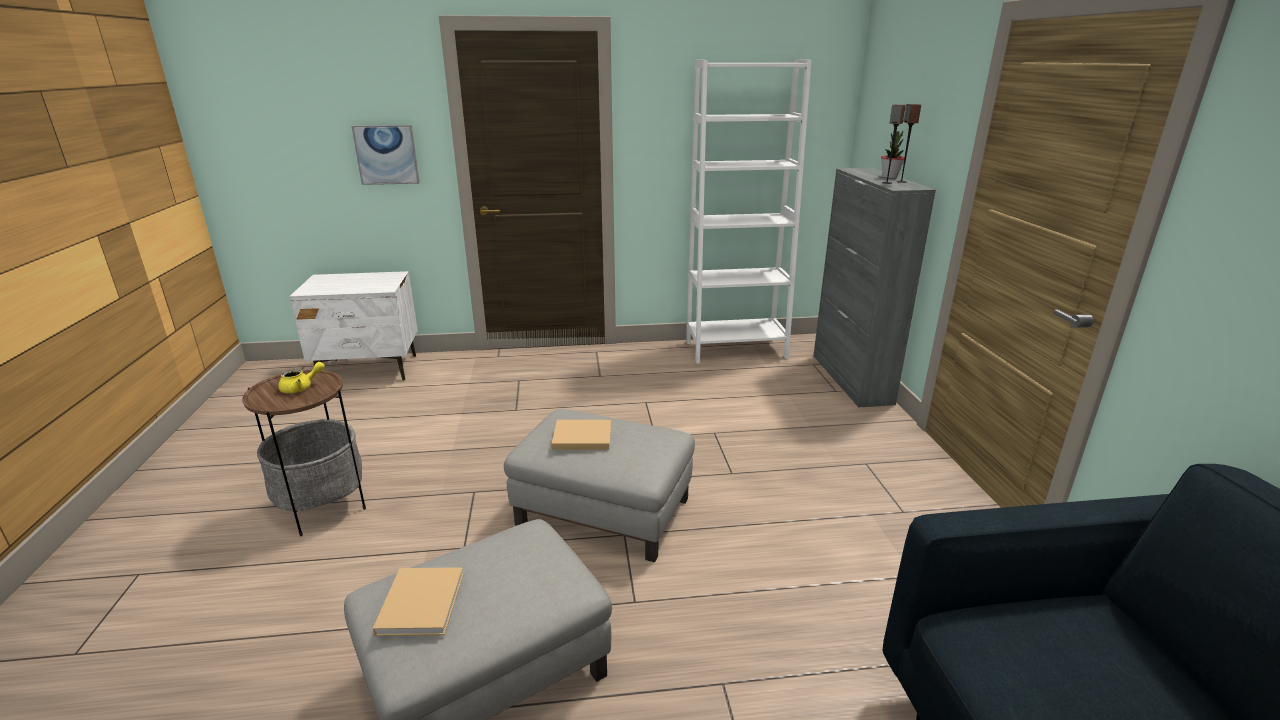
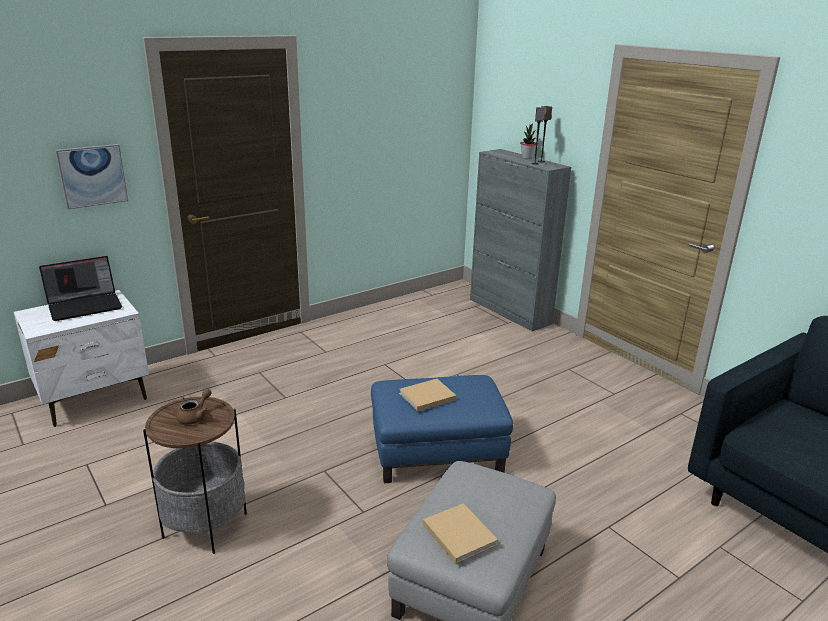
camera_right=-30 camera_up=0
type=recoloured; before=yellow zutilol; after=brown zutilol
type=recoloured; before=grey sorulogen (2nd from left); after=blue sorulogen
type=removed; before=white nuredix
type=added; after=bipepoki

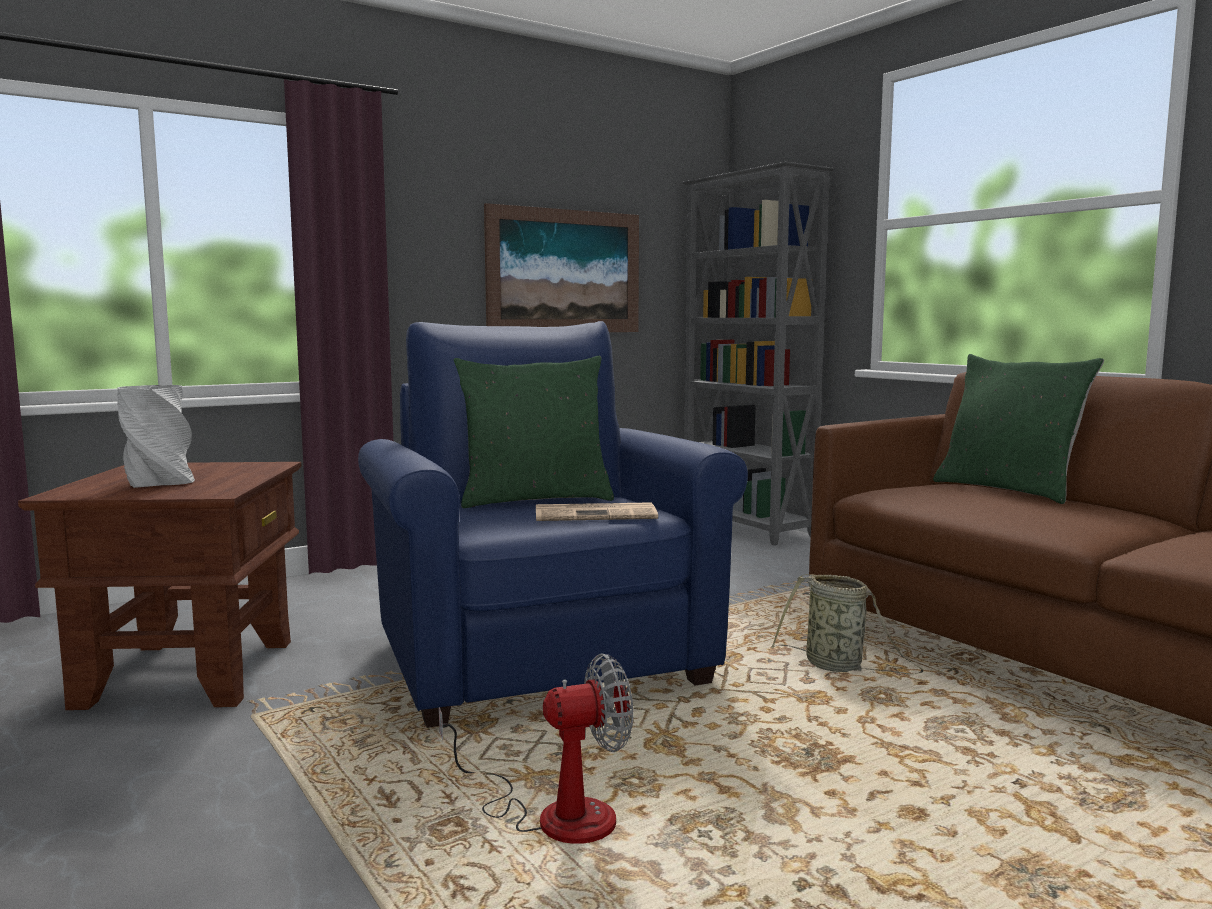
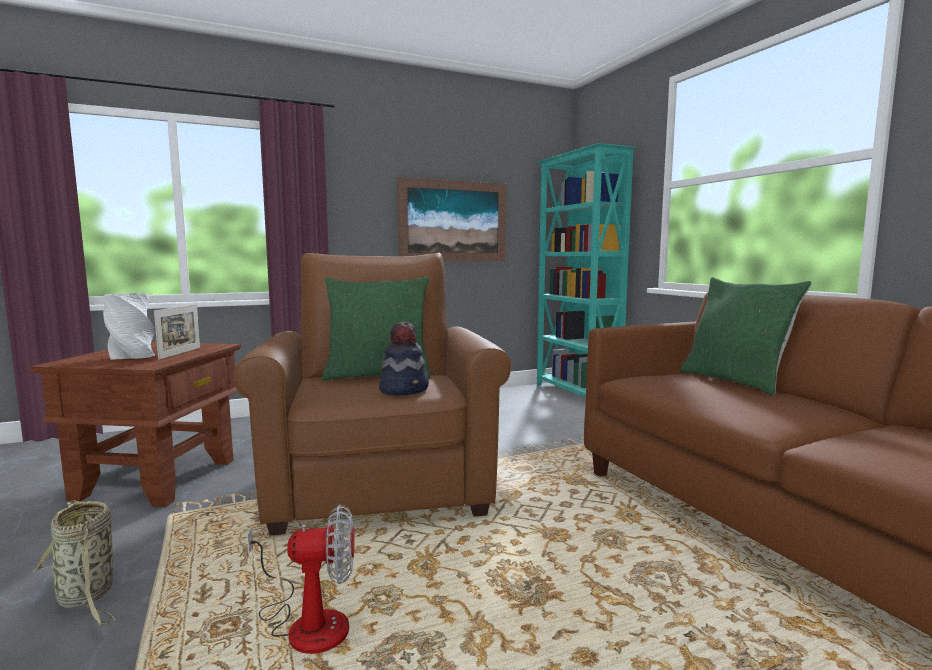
camera_right=10 camera_up=0
type=recoloured; before=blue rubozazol; after=brown rubozazol
type=replaced; before=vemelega; after=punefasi
type=recoloured; before=grey nuredix; after=turquoise nuredix
type=moved; before=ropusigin
type=added; after=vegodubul

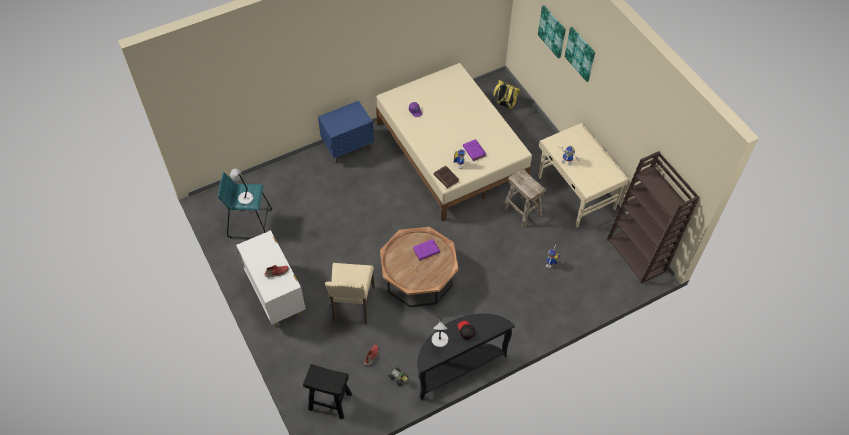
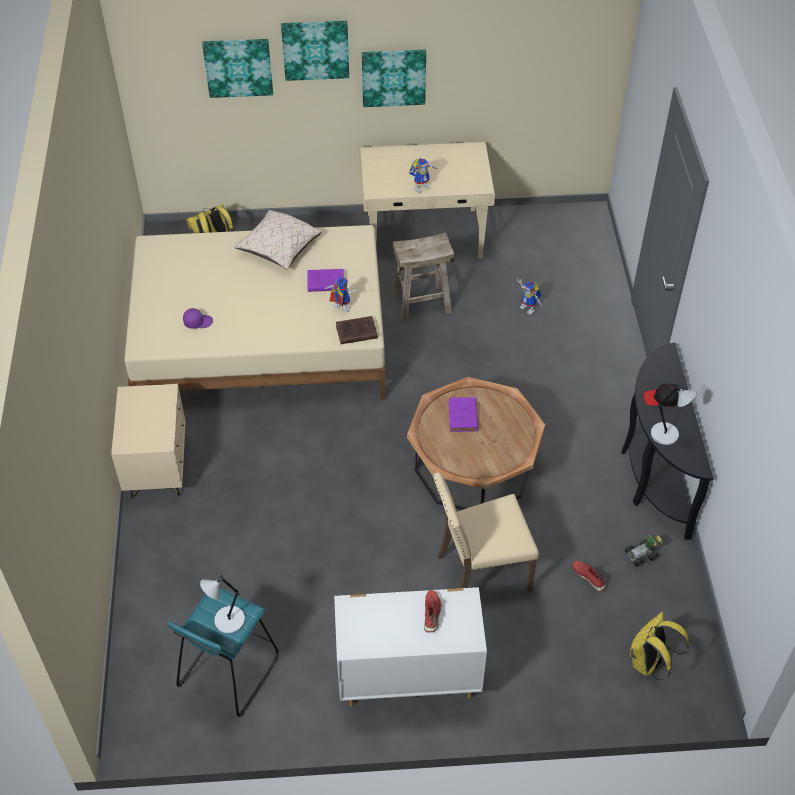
camera_right=-65 camera_up=-5
type=replaced; before=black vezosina; after=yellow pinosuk (2nd from left)
type=recoloured; before=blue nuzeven; after=beige nuzeven
type=turned; before=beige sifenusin; turn=135
type=removed; before=brown nuredix
type=added; after=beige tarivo
type=added; after=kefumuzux (3rd from left)

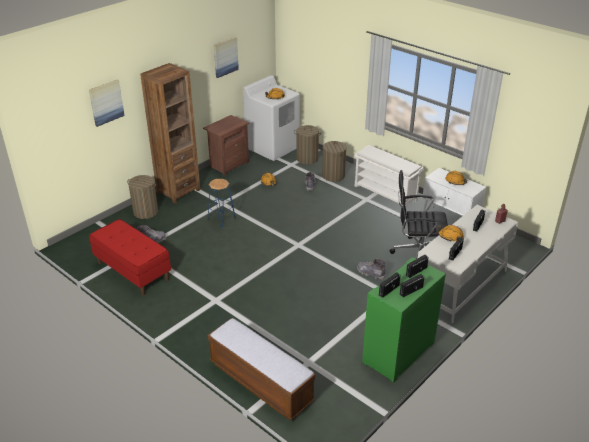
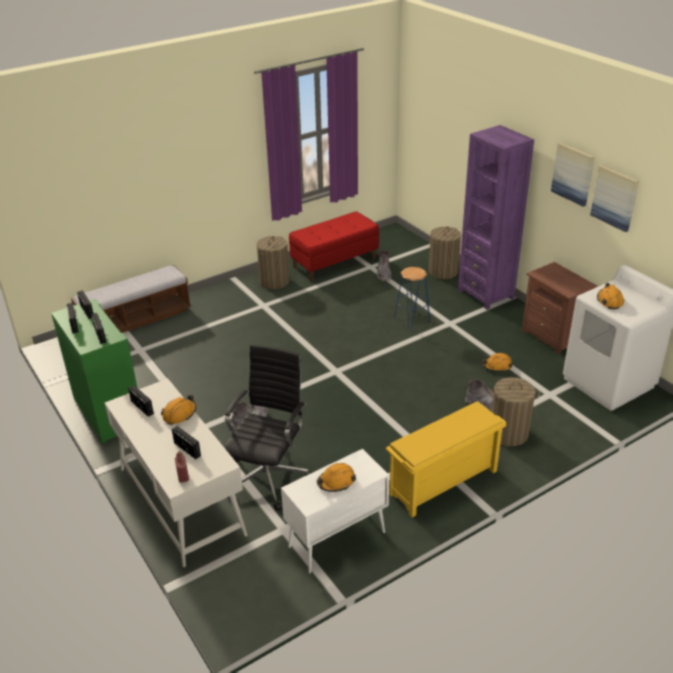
camera_right=105 camera_up=0
type=moved; before=kefumuzux (1st from left)
type=recoloured; before=brown nuredix; after=purple nuredix
type=moved; before=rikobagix (2nd from left in the first image); after=rikobagix (1st from left)
type=recoloured; before=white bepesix; after=yellow bepesix

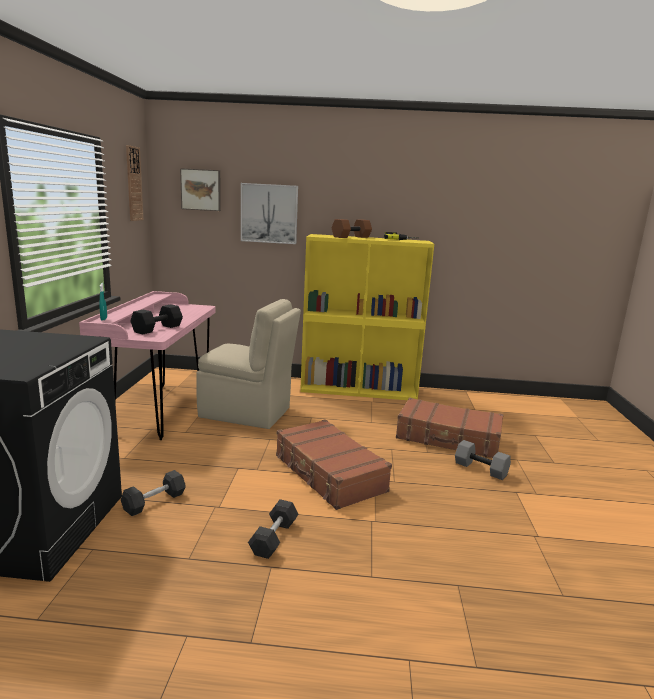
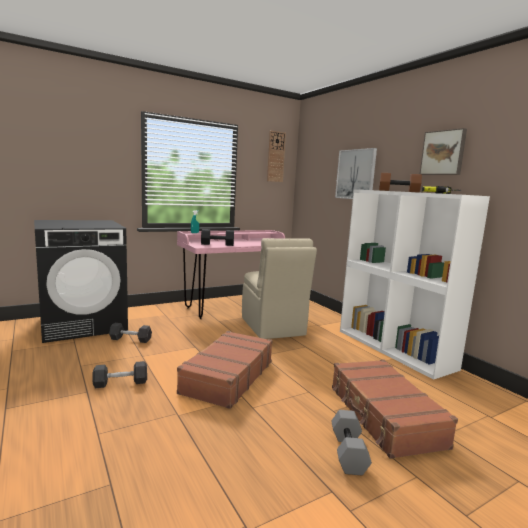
camera_right=55 camera_up=-5
type=moved; before=kefumuzux (1st from left in the first image); after=kefumuzux (2nd from left)
type=recoloured; before=yellow nuredix; after=white nuredix

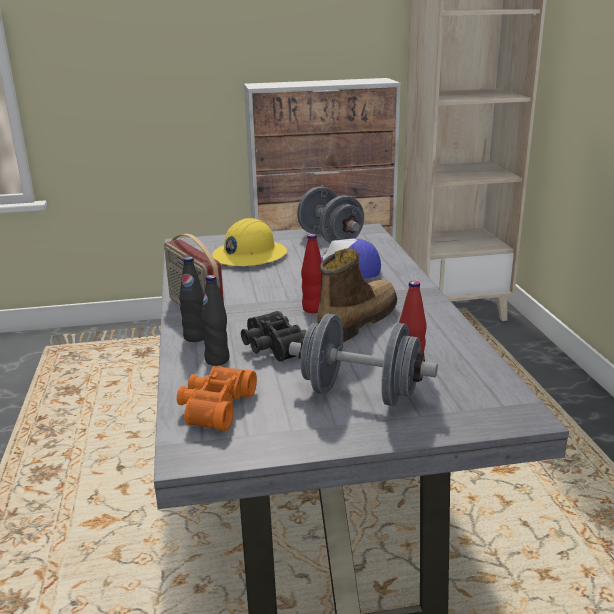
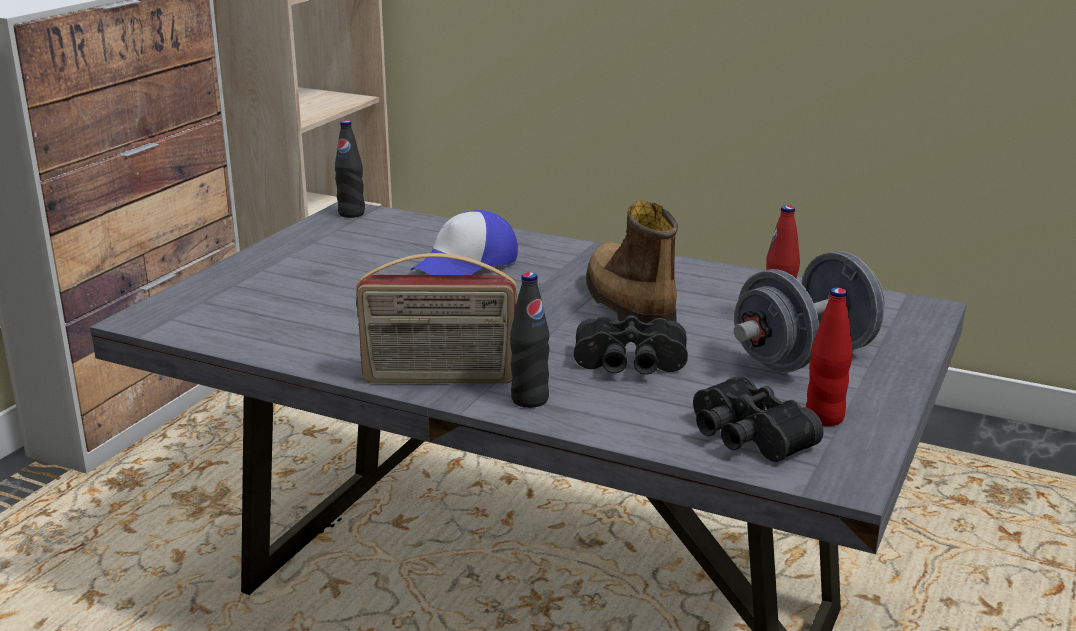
camera_right=-55 camera_up=0
type=recoloured; before=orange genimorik; after=black genimorik (2nd from left)
type=moved; before=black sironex (2nd from left in the first image); after=black sironex (1st from left)
type=removed; before=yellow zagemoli
type=removed; before=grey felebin (1st from left)
type=moved; before=red sironex (1st from left in the first image); after=red sironex (2nd from left)

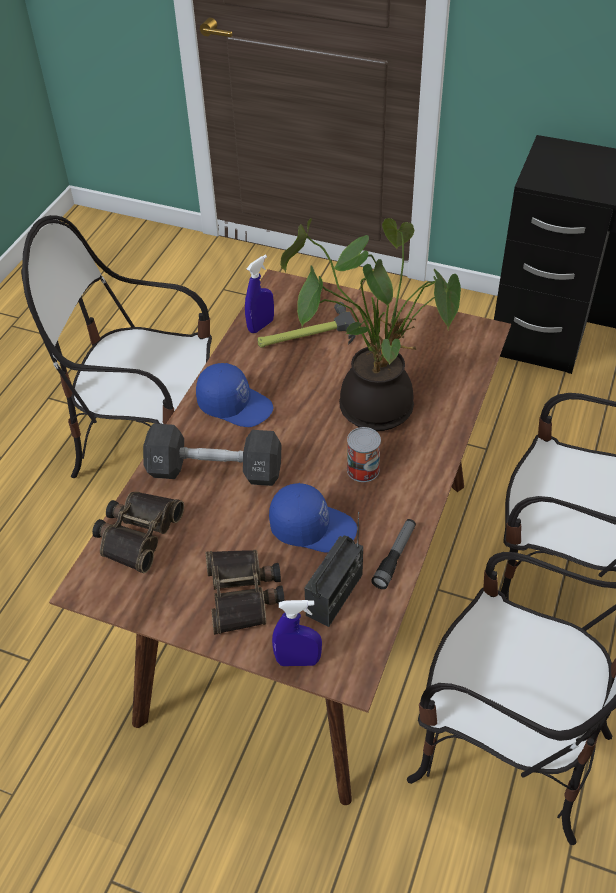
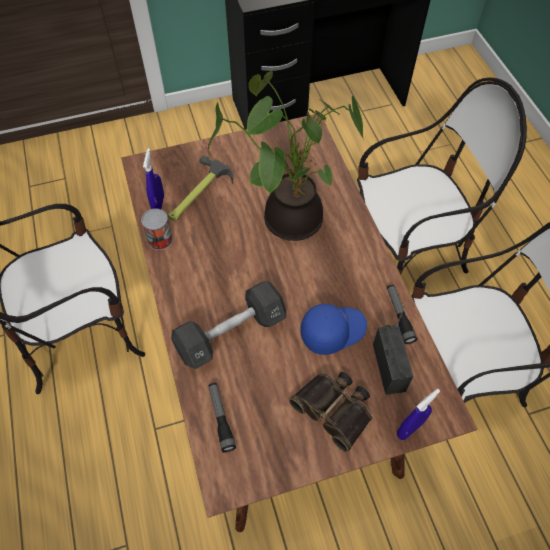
camera_right=-40 camera_up=10
type=replaced; before=genimorik (1st from left); after=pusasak (1st from left)
type=removed; before=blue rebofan (1st from left)
type=moved; before=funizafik

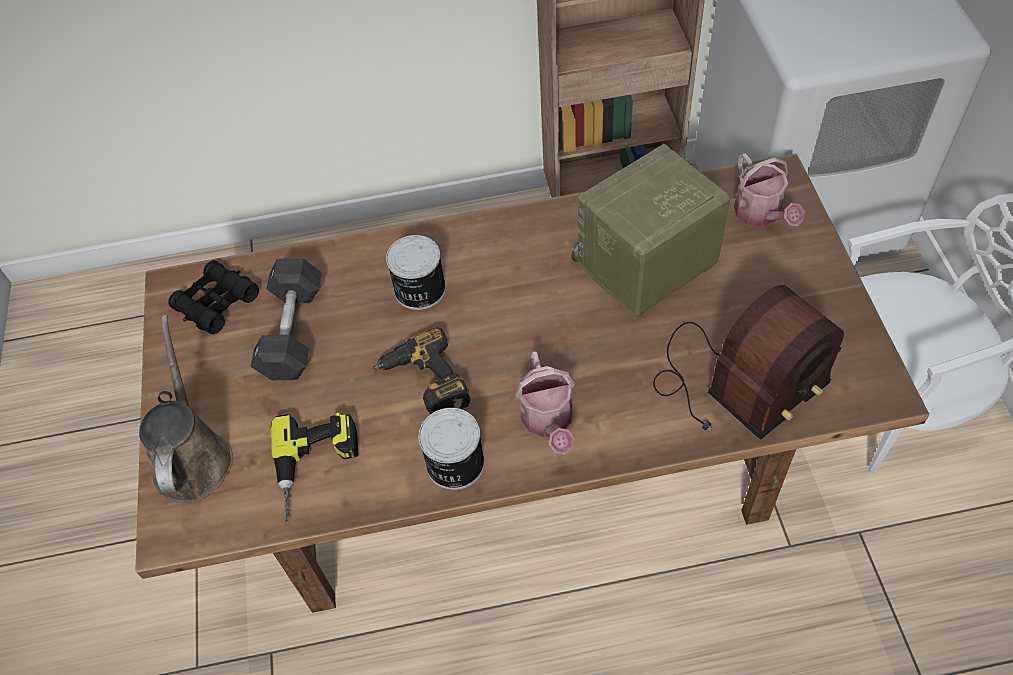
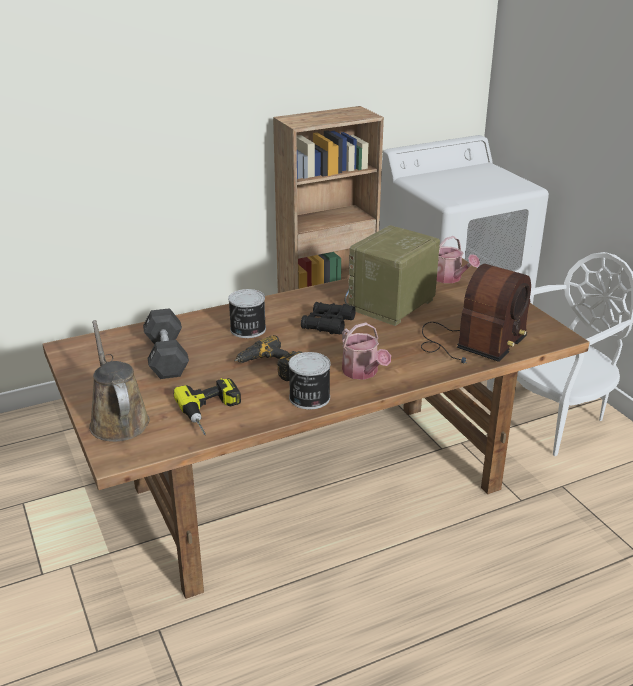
camera_right=-20 camera_up=-25
type=moved; before=black genimorik

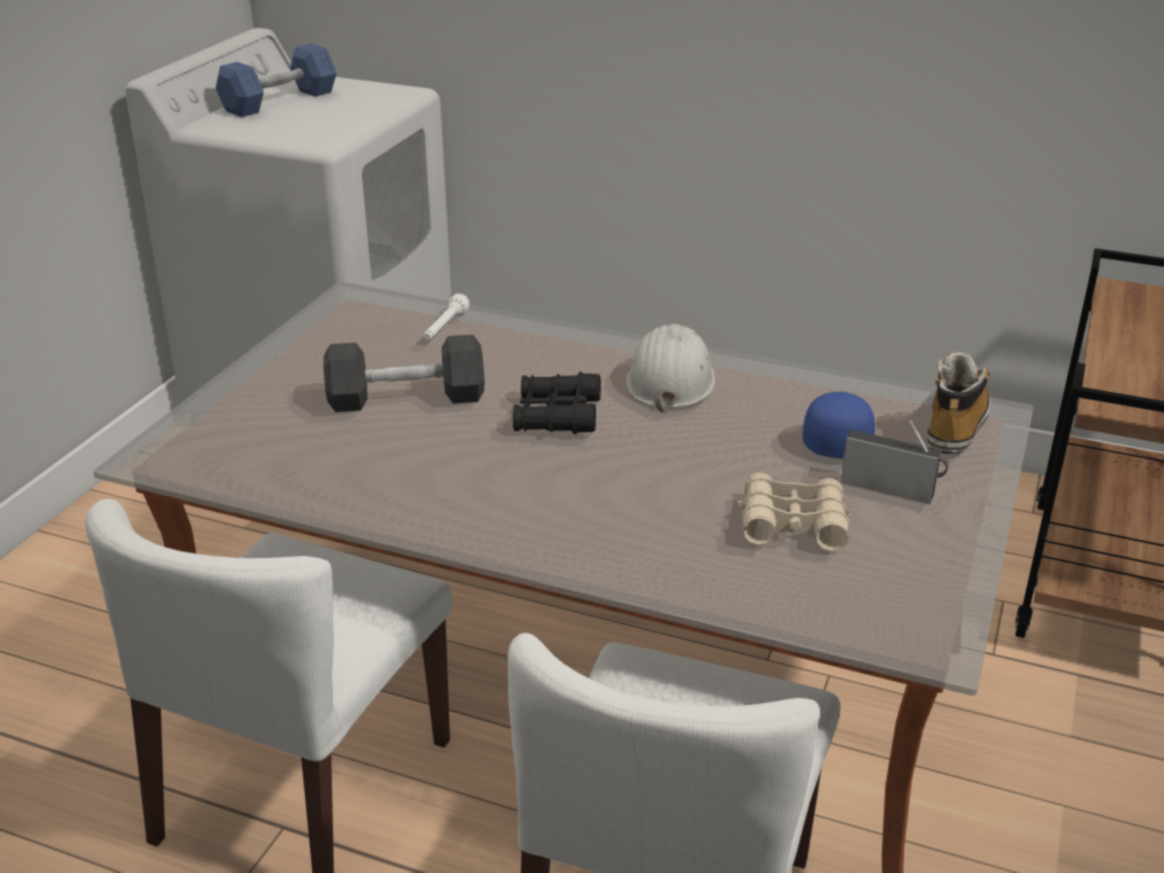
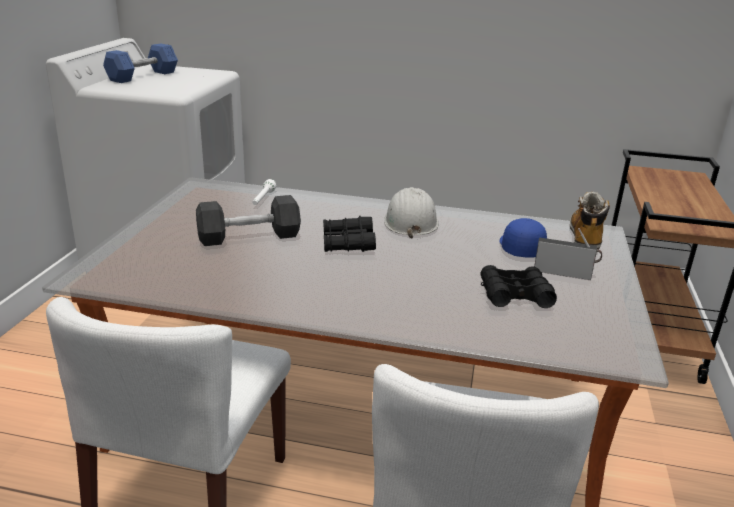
camera_right=-10 camera_up=-5
type=recoloured; before=beige genimorik; after=black genimorik (2nd from left)

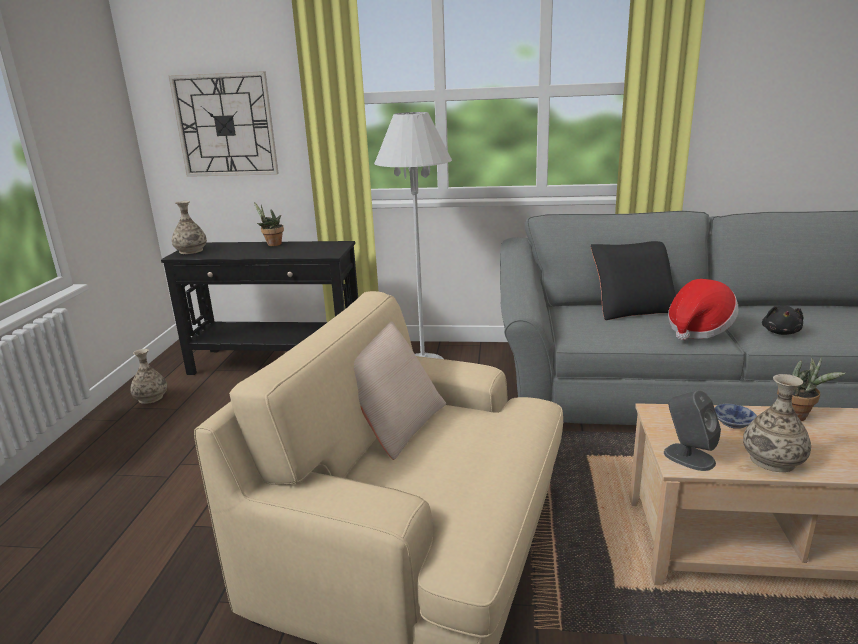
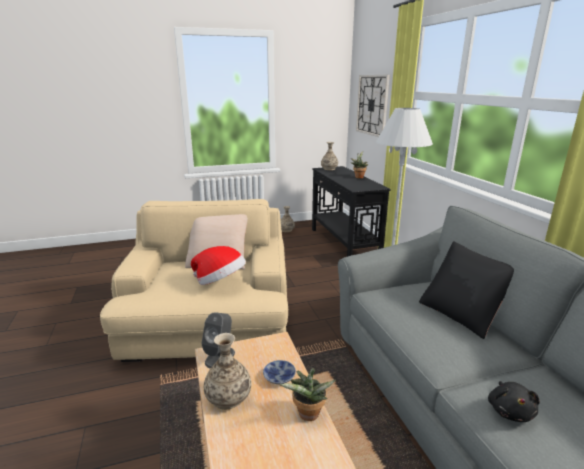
camera_right=65 camera_up=0
type=moved; before=punefasi
type=turned; before=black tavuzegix; turn=-75

